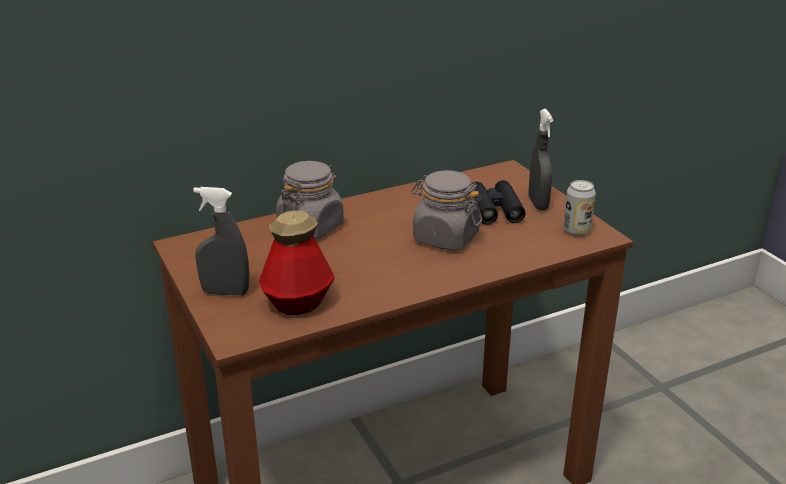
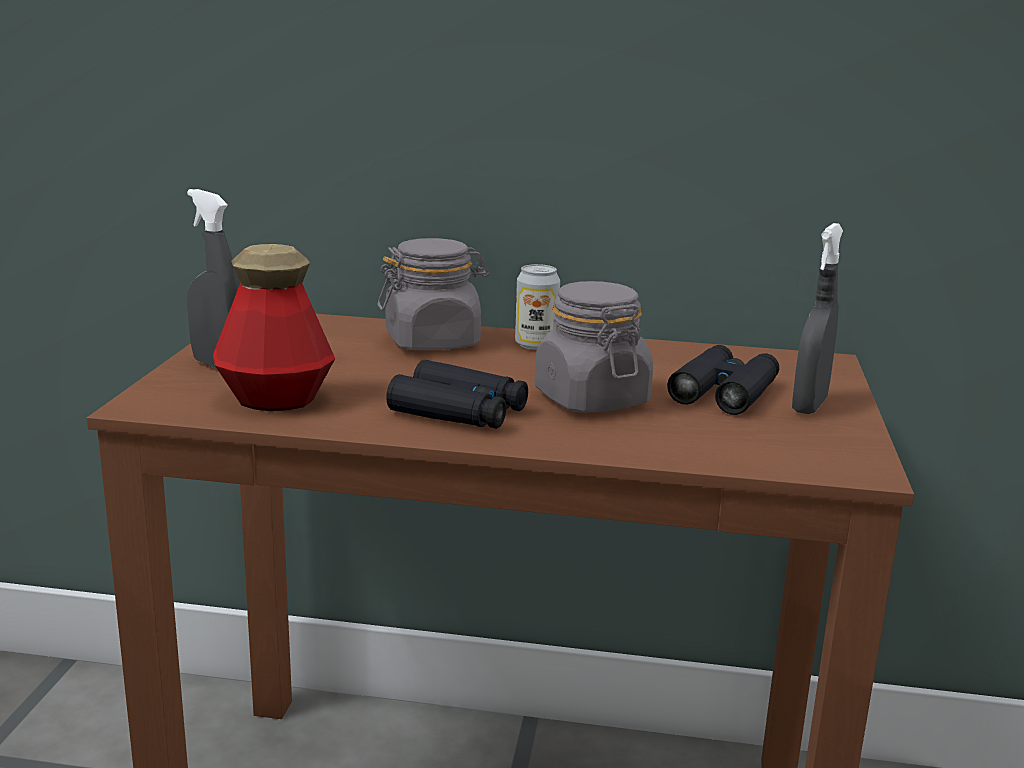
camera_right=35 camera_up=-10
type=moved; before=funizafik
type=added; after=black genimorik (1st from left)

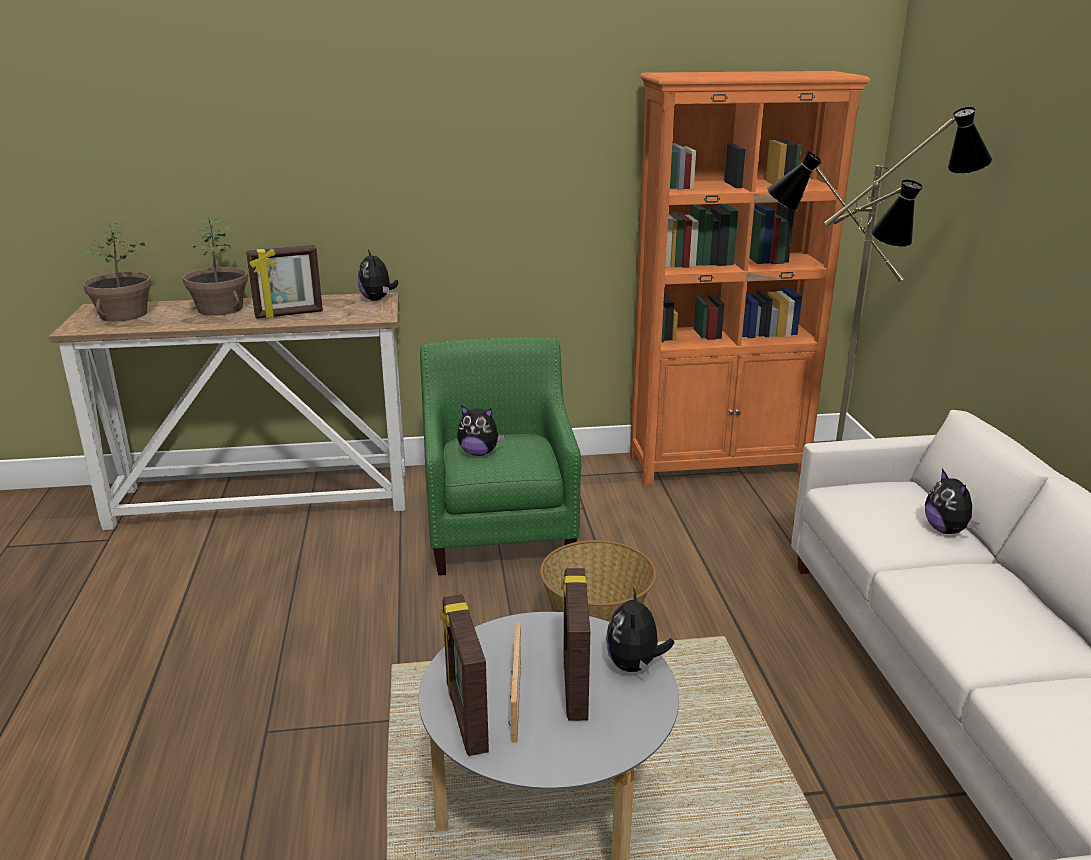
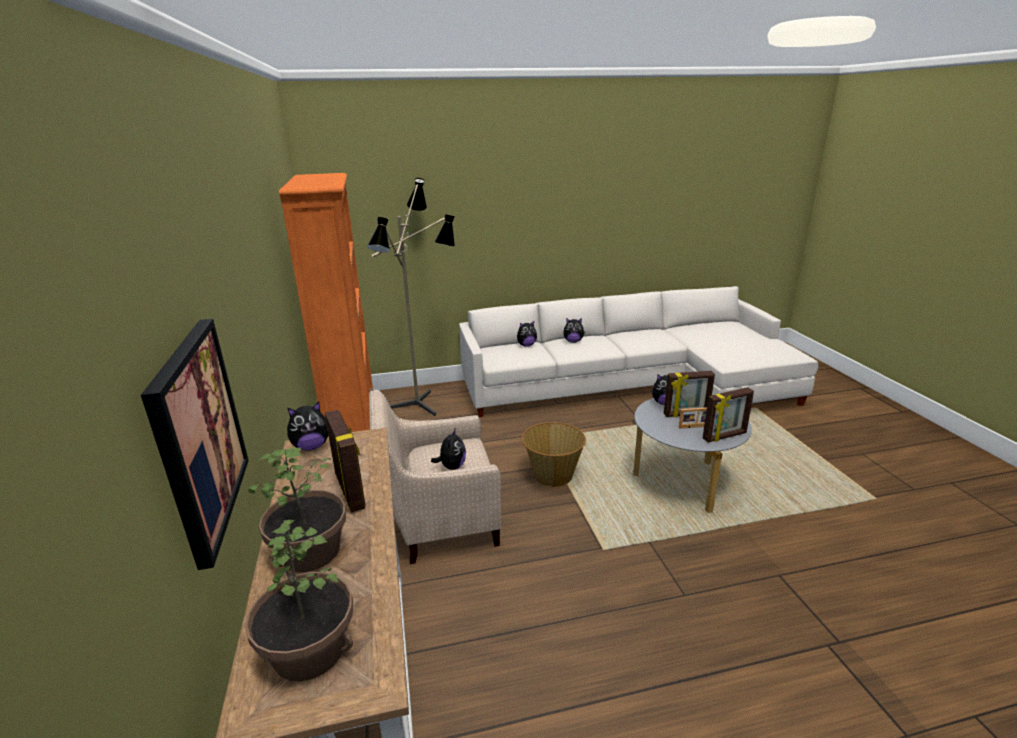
camera_right=-95 camera_up=0
type=recoloured; before=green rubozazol; after=beige rubozazol
type=added; after=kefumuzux
type=added; after=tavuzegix (4th from left)

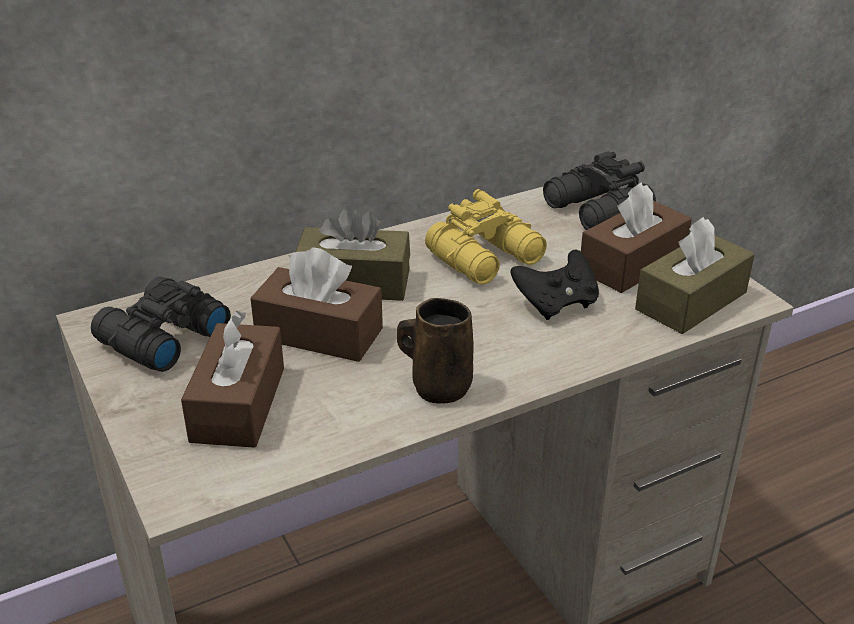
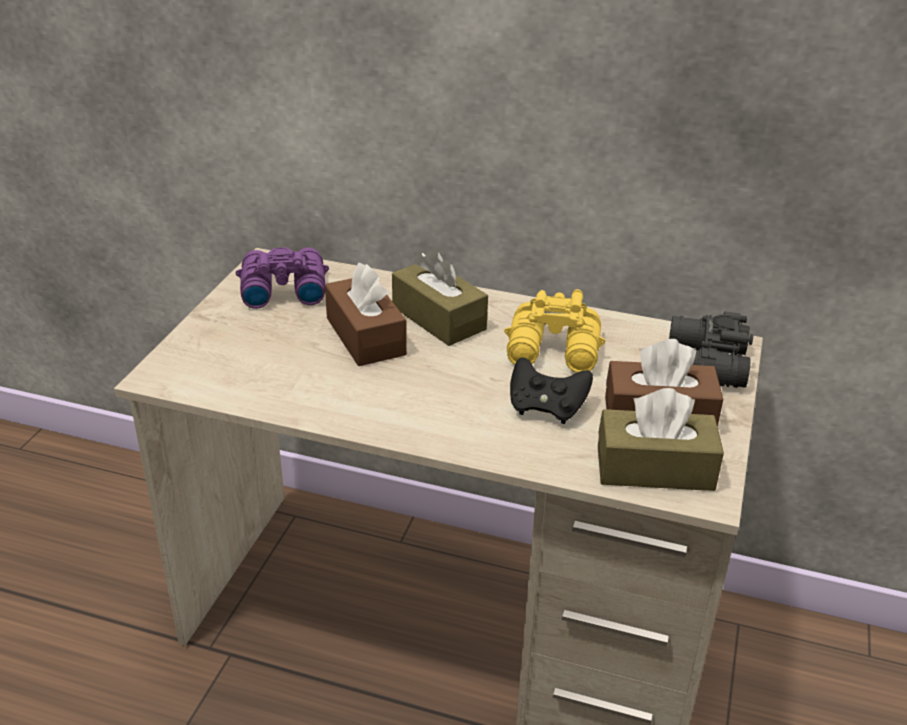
camera_right=45 camera_up=0
type=recoloured; before=black genimorik (1st from left); after=purple genimorik
type=removed; before=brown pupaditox (1st from left)
type=removed; before=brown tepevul

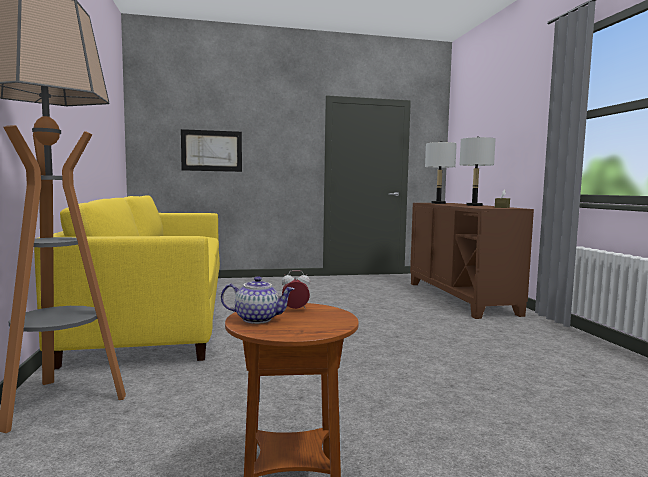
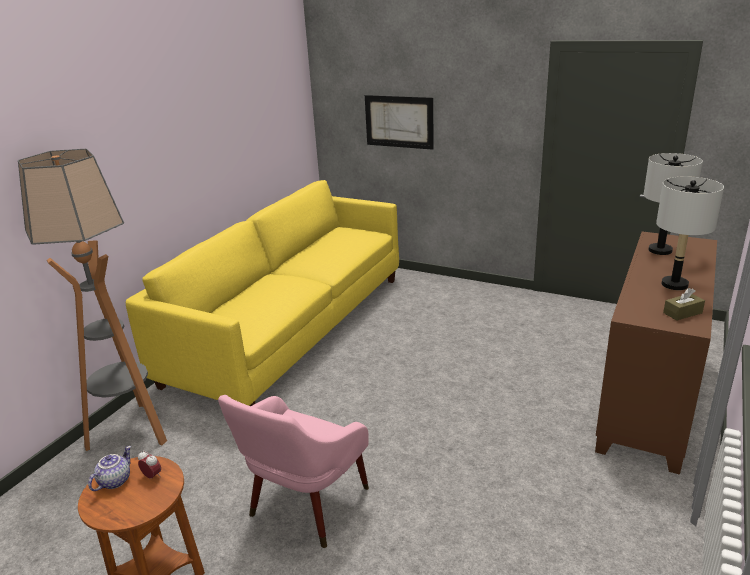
camera_right=40 camera_up=20
type=turned; before=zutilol; turn=-105
type=added; after=pink rubozazol

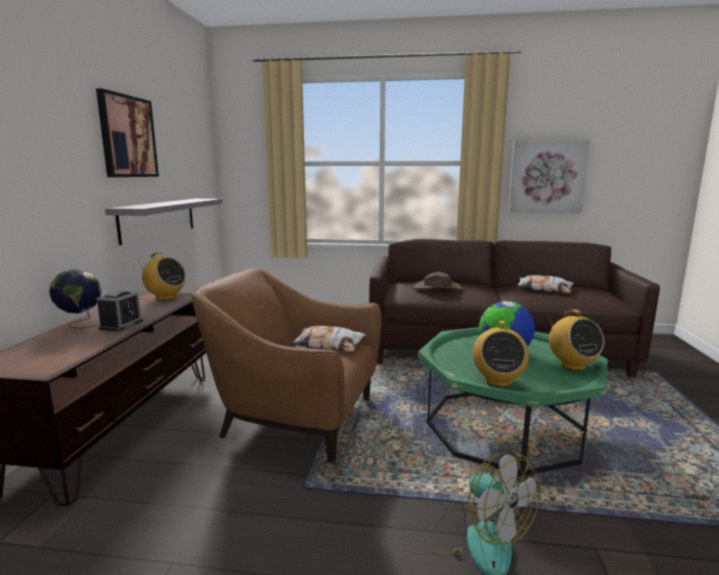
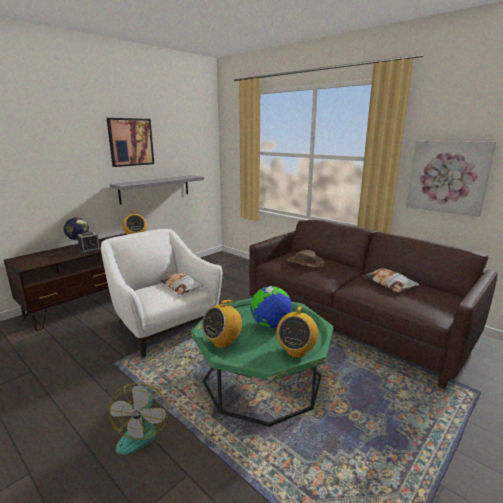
camera_right=35 camera_up=5
type=recoloured; before=brown rubozazol; after=white rubozazol

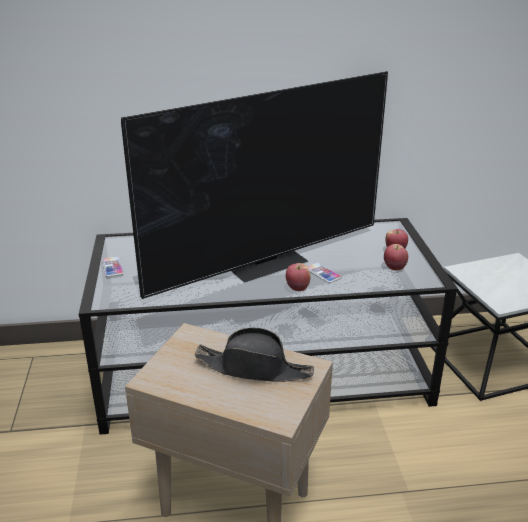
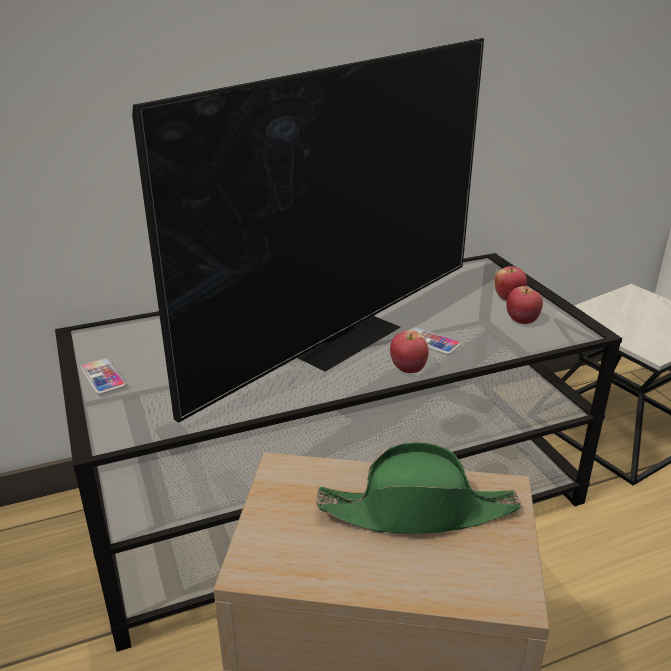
camera_right=-15 camera_up=0
type=recoloured; before=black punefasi; after=green punefasi

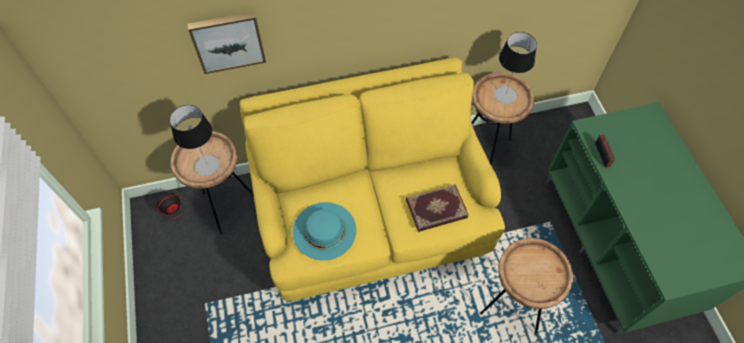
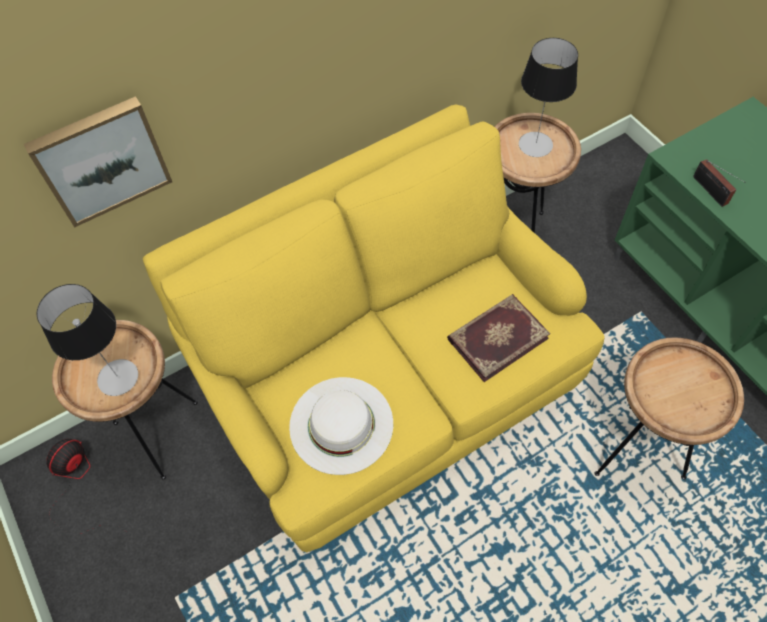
camera_right=-15 camera_up=0
type=recoloured; before=turquoise punefasi; after=white punefasi

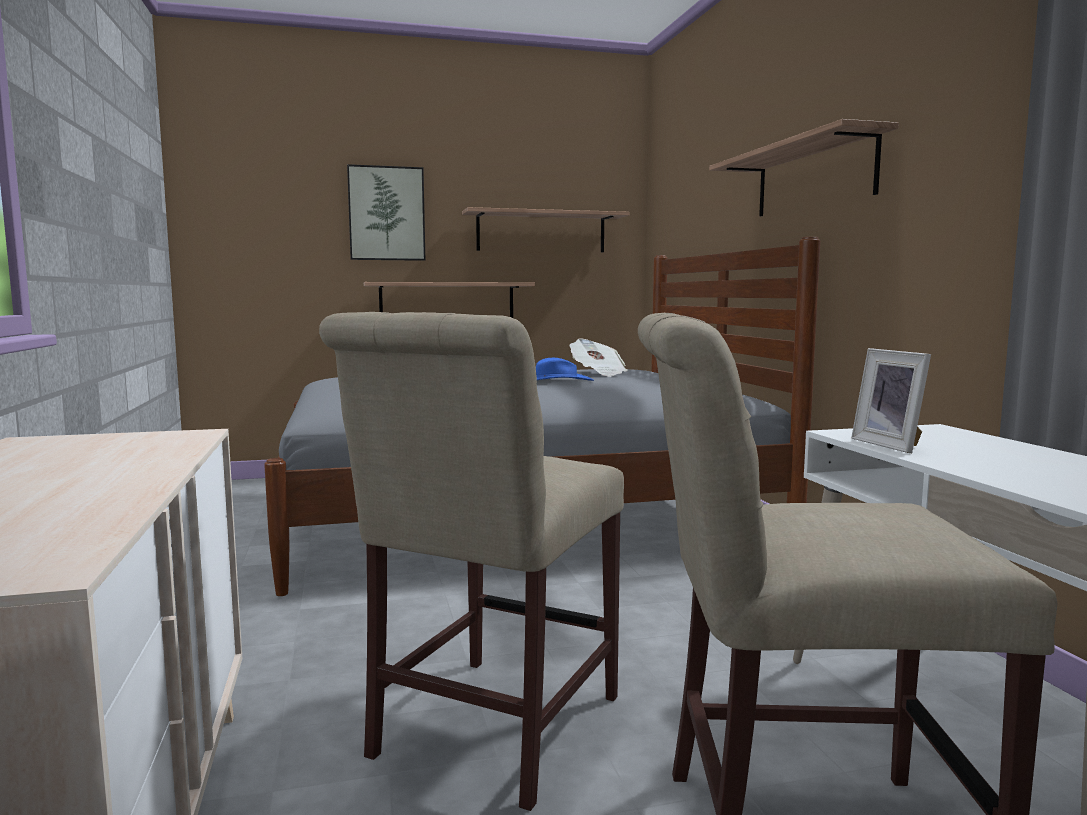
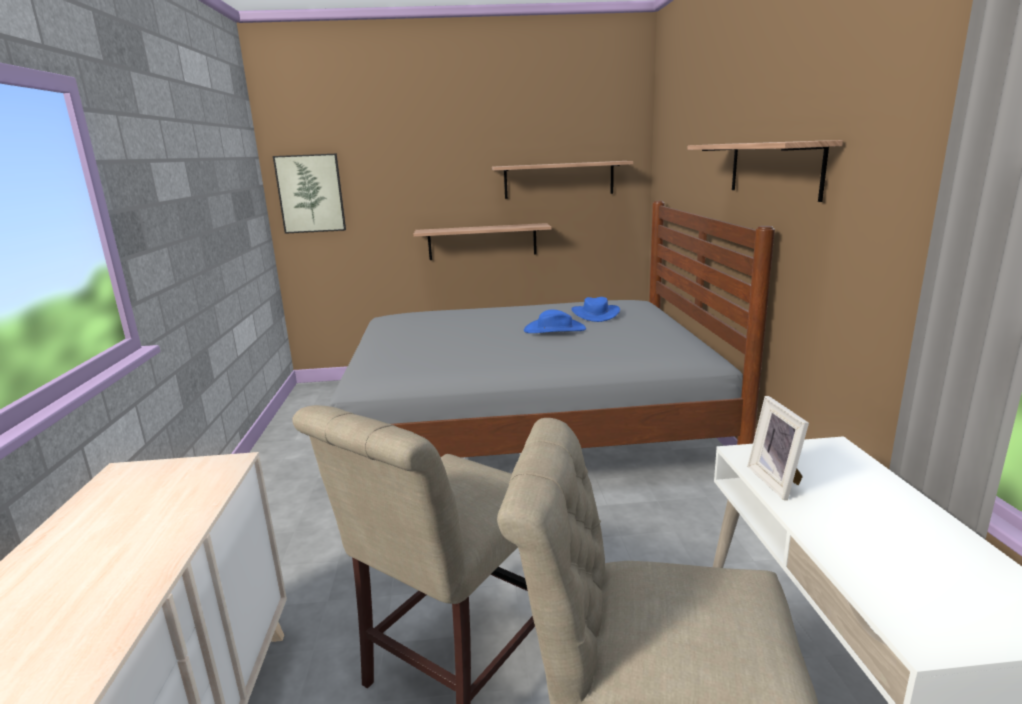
camera_right=10 camera_up=10
type=moved; before=kefumuzux
type=replaced; before=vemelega; after=blue punefasi (2nd from left)

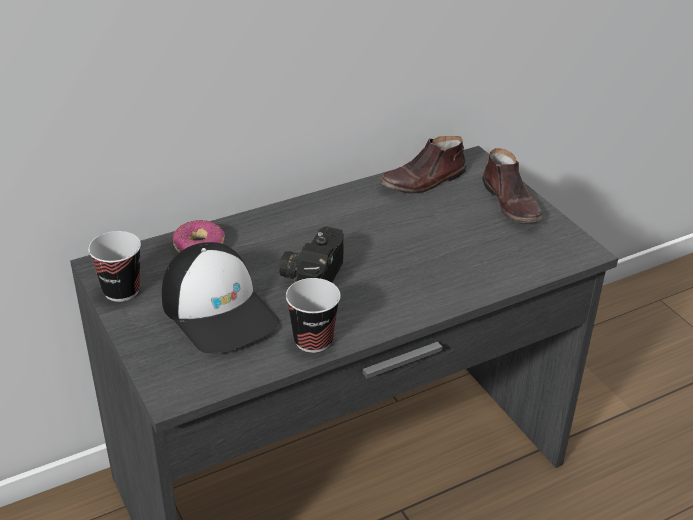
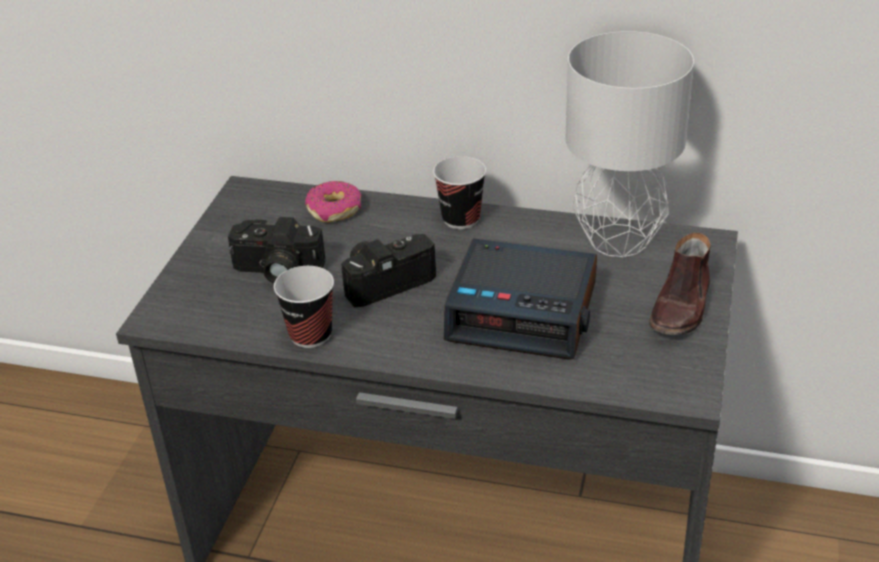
camera_right=45 camera_up=0
type=moved; before=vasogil (1st from left in the first image); after=vasogil (2nd from left)
type=replaced; before=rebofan; after=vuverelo (1st from left)
type=replaced; before=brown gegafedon (1st from left); after=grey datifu
type=added; after=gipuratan

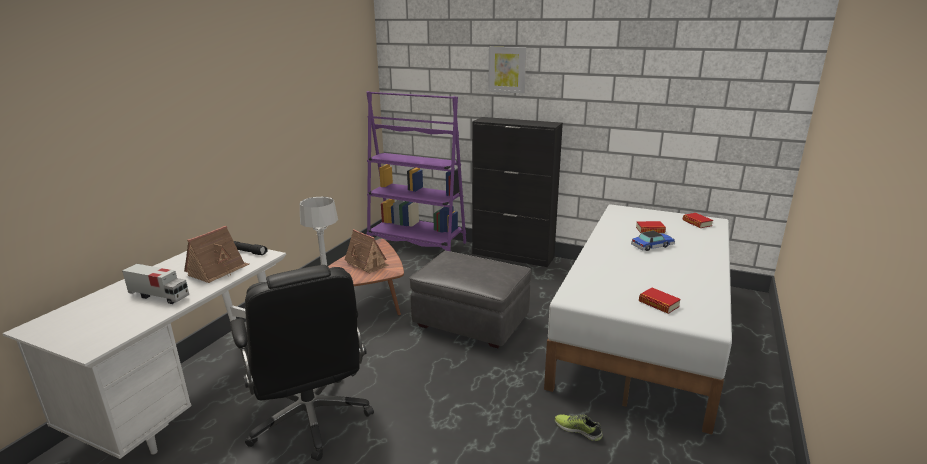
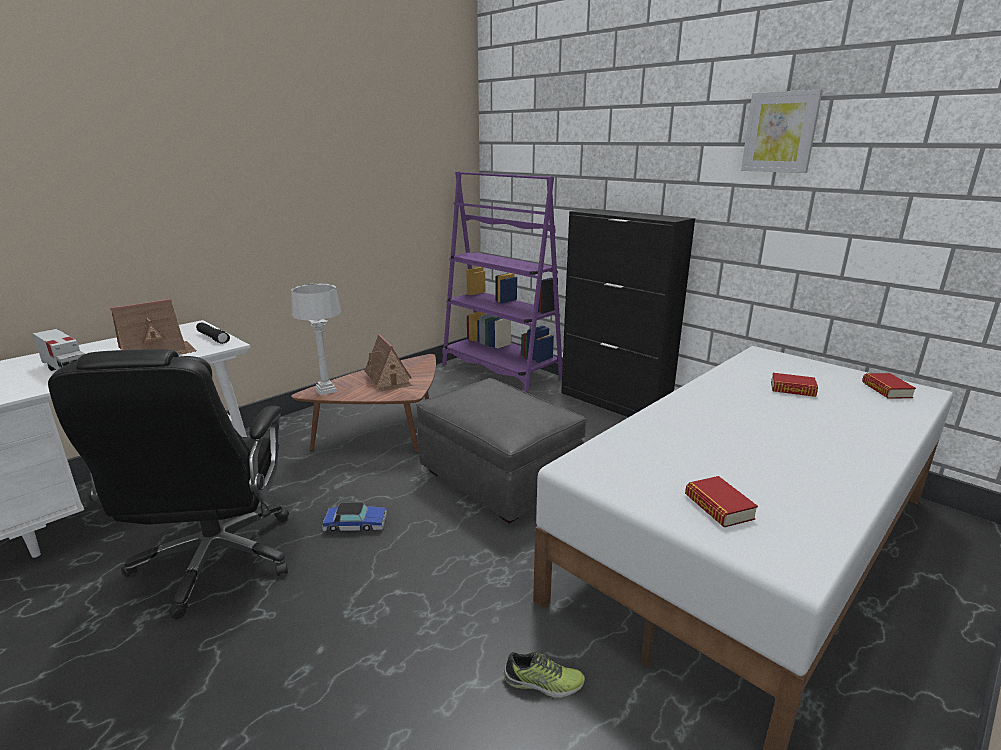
camera_right=20 camera_up=0
type=moved; before=kefumuzux
type=turned; before=gegafedon; turn=135
type=moved; before=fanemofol

